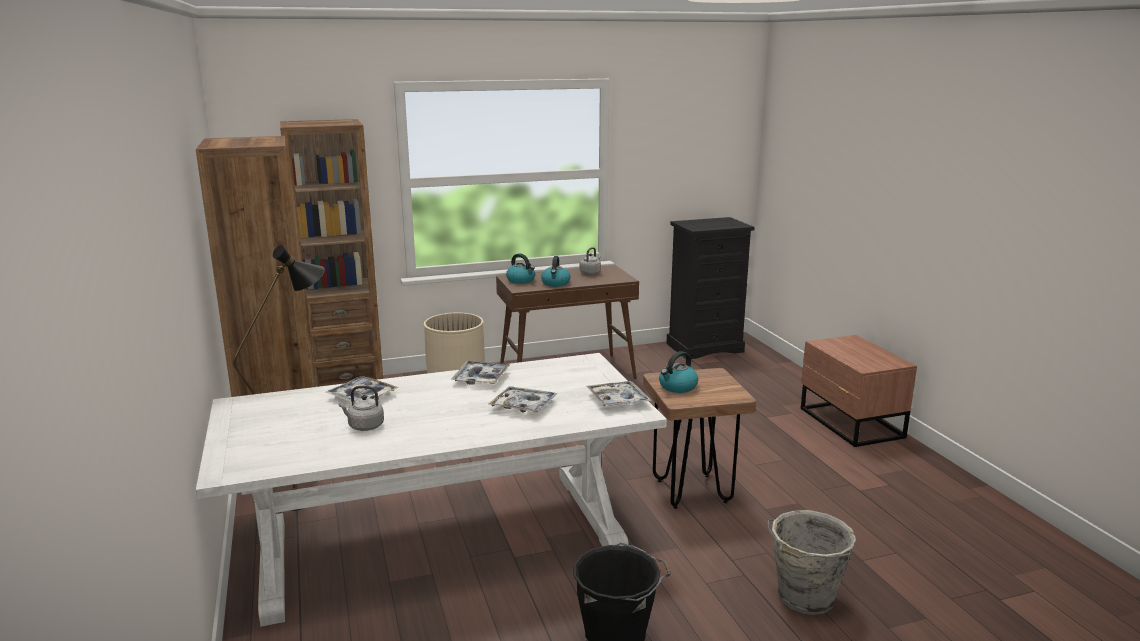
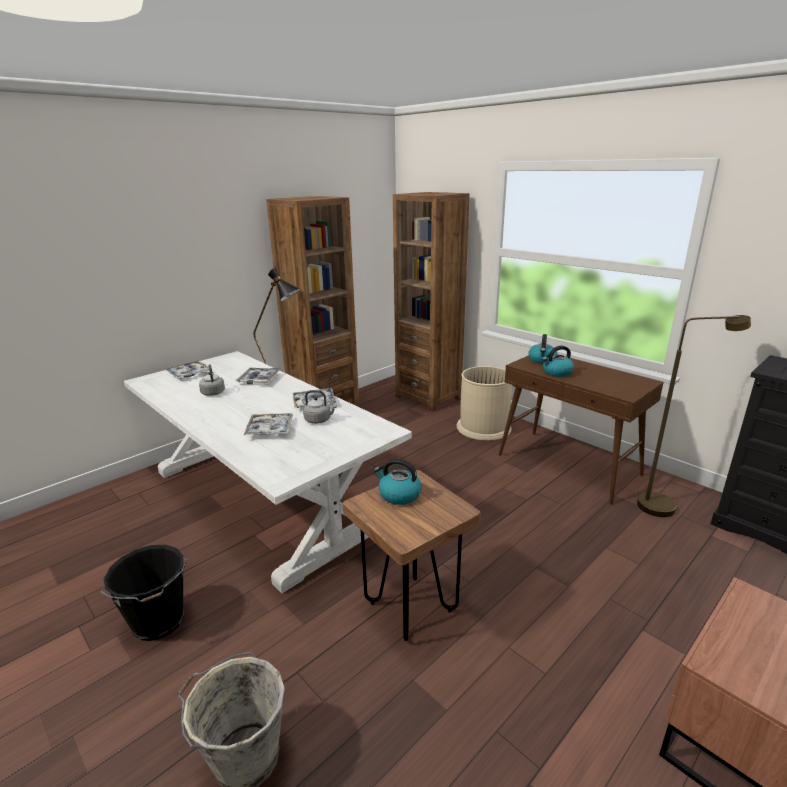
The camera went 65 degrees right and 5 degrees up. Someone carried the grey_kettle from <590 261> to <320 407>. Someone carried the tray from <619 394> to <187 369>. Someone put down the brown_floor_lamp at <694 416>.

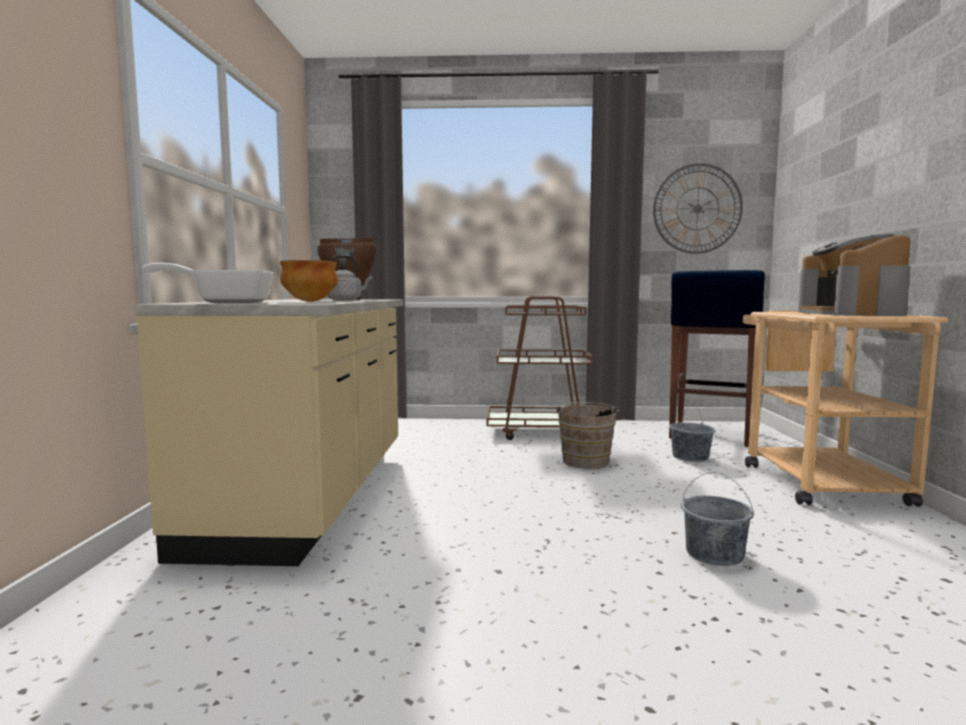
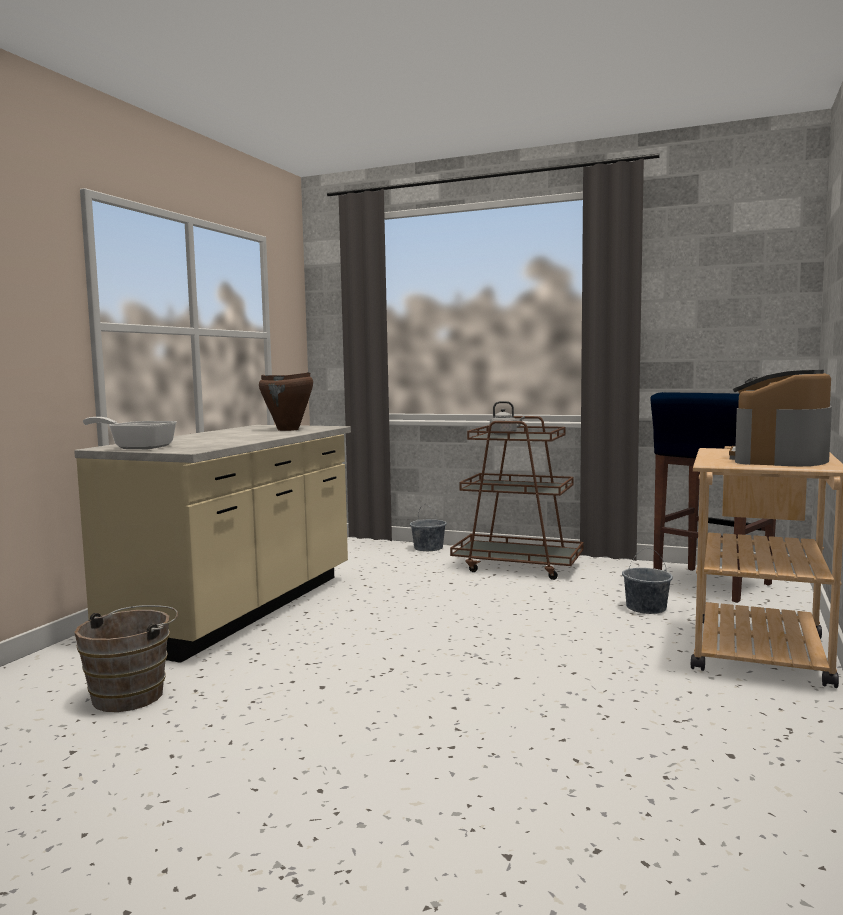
The camera went 20 degrees right and 0 degrees up. Someone took away the wall_clock at <698 208>. Someone carried the grey_kettle from <349 278> to <507 418>. Someone took away the bowl at <309 281>. Someone carried the brown_bucket from <587 435> to <126 658>. Someone carried the grey_bucket from <717 519> to <428 527>.

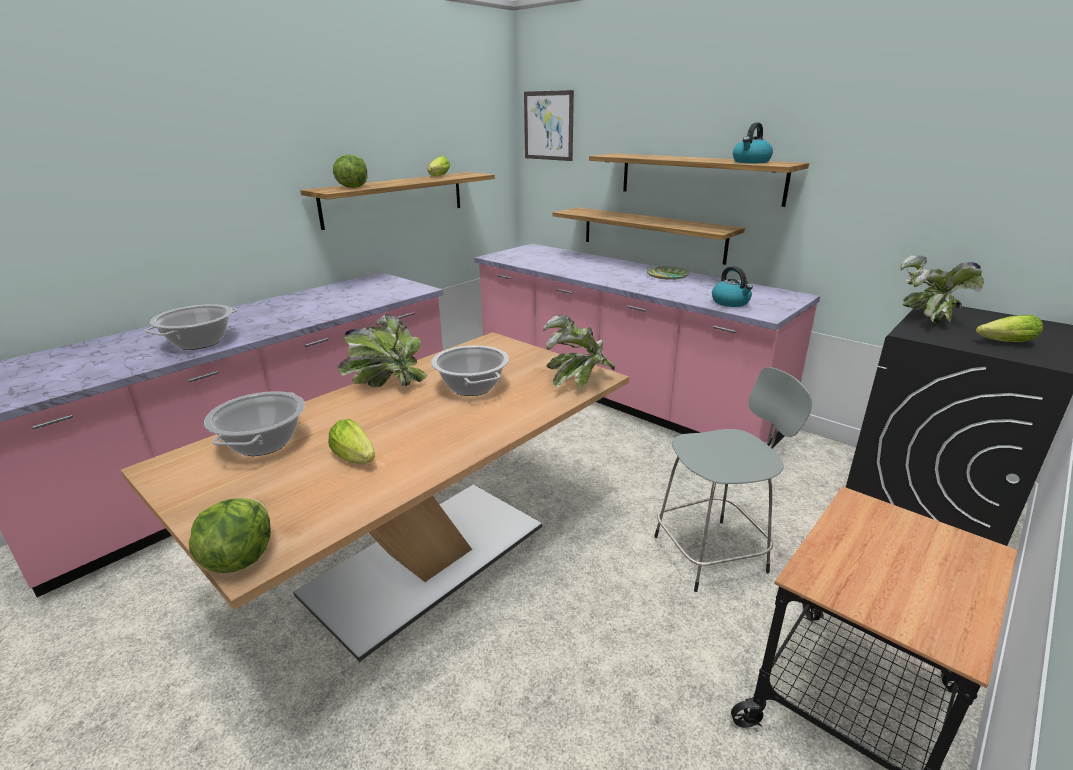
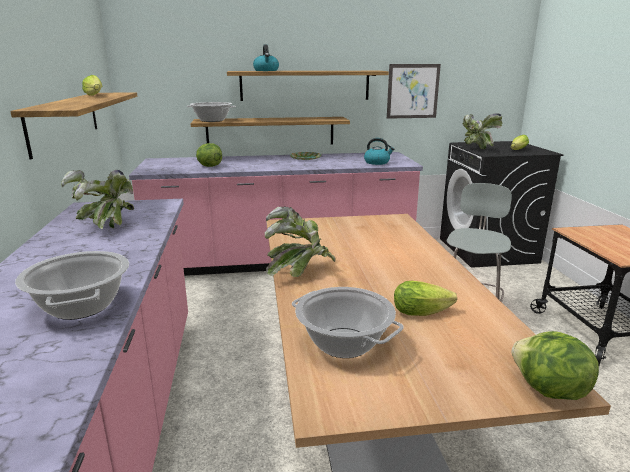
The camera went 50 degrees left and 5 degrees down. Someone carried the picture from <549 125> to <414 91>. Someone carried the kettle from <753 143> to <266 57>. Someone carried the lettuce from <350 171> to <209 155>. Someone carried the potted_plant from <579 351> to <97 199>. Someone carried the cooking_pot from <470 370> to <211 112>.

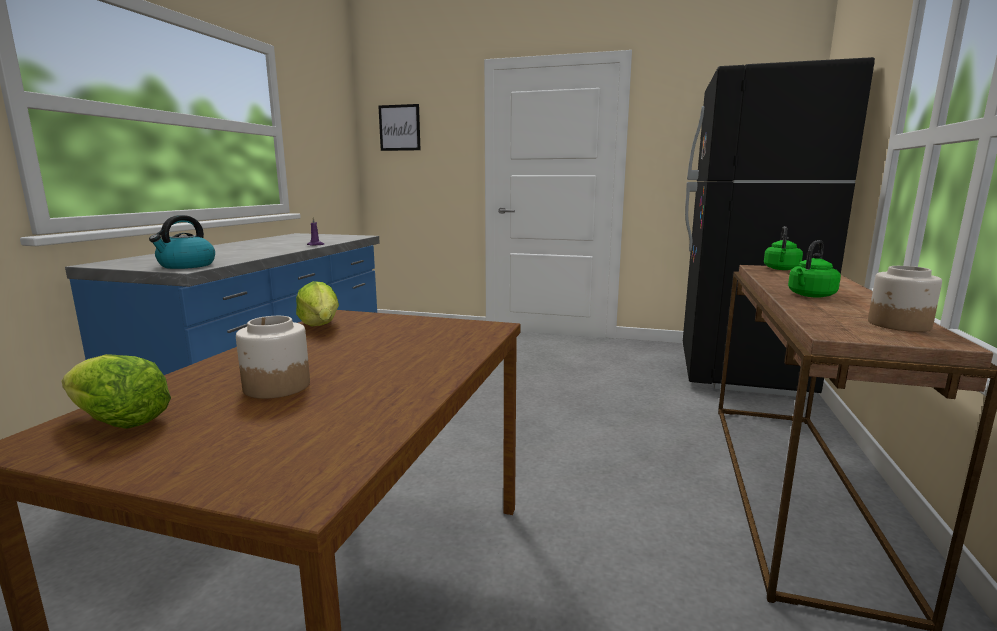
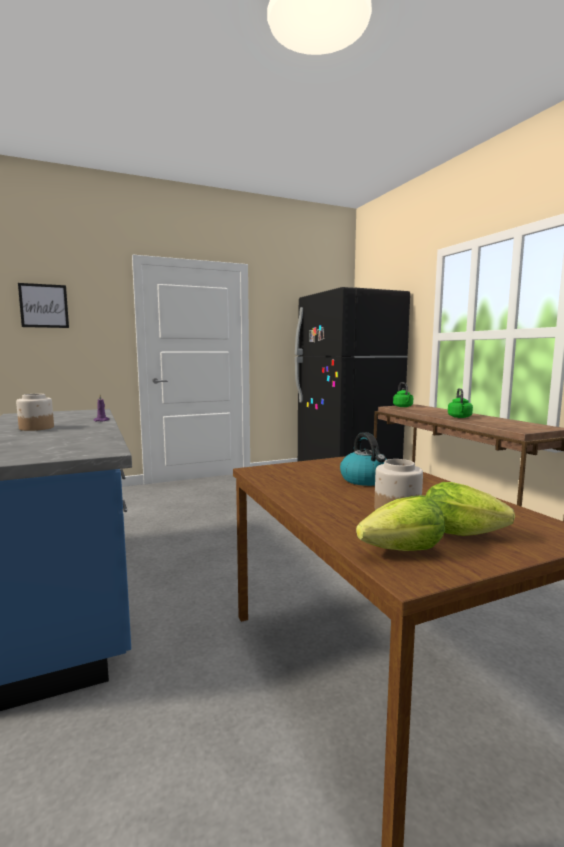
The camera went 40 degrees left and 5 degrees down. Someone carried the kettle from <182 242> to <363 459>. Someone carried the jar from <905 299> to <35 412>. Someone carried the lettuce from <317 303> to <470 509>.

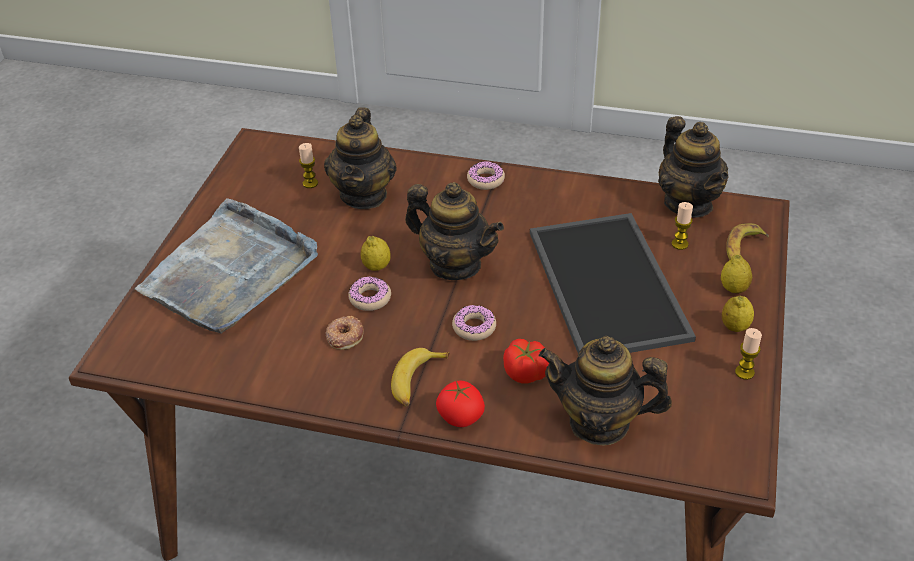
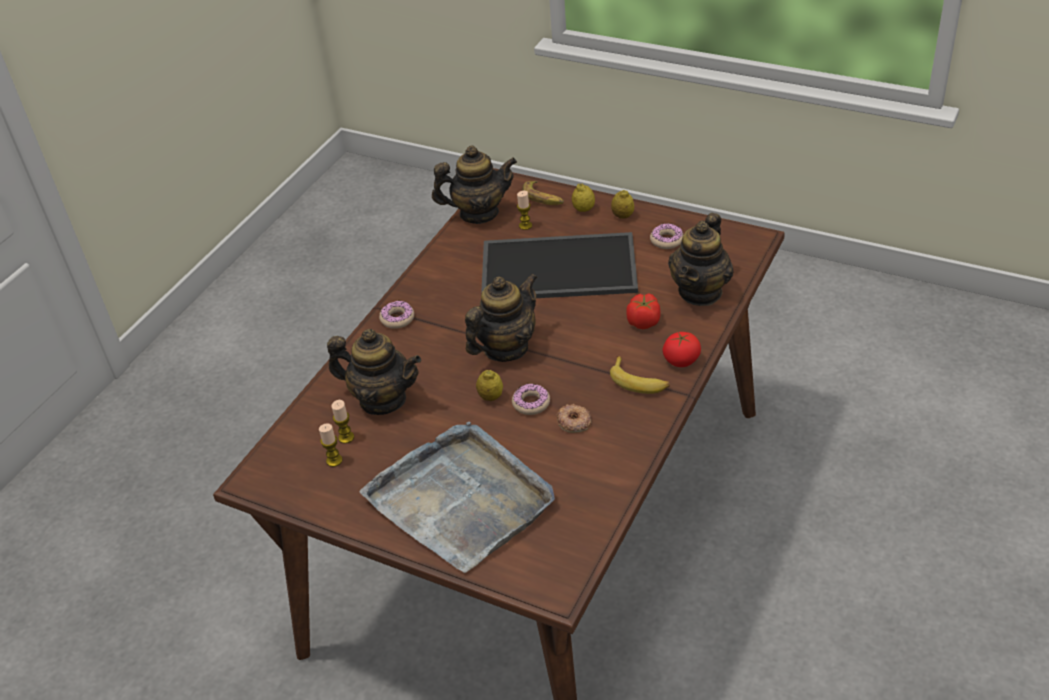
The camera went 75 degrees left and 0 degrees up. Someone carried the donut from <474 323> to <666 236>. Someone carried the candle from <748 354> to <330 445>.

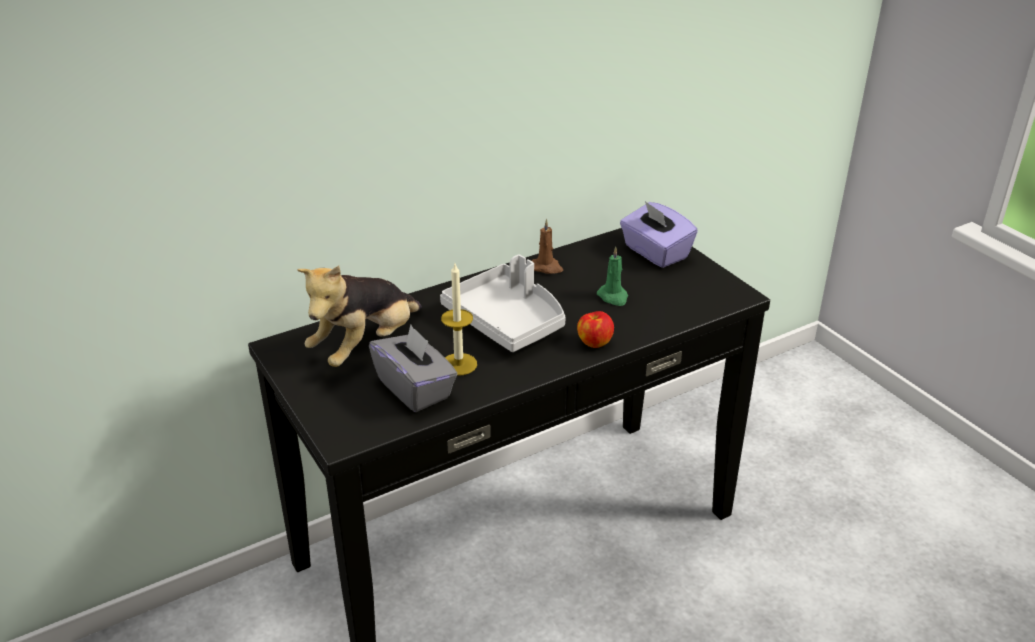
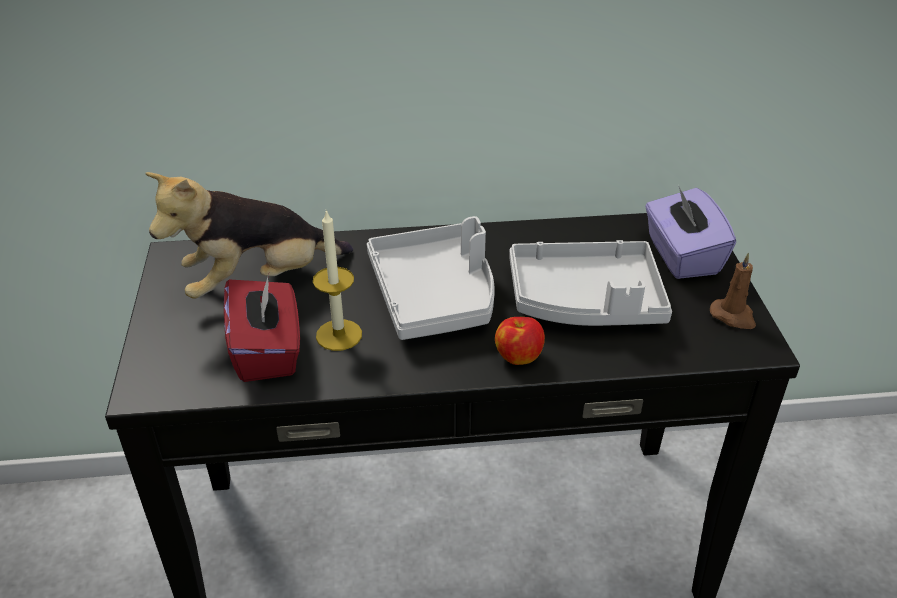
The camera went 25 degrees right and 5 degrees up. Someone carried the brown_candle from <547 246> to <733 290>. Someone swapped the green_candle at <612 276> for the grey_tray at <590 283>. Someone repainted the grey_tissue_box at <413 368>, which became the red_tissue_box at <262 328>.

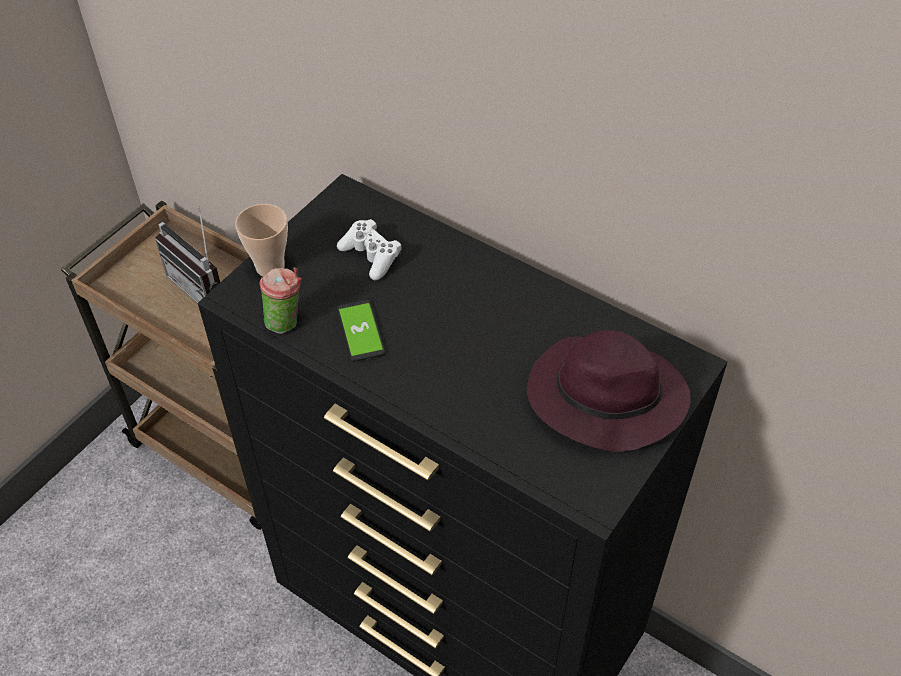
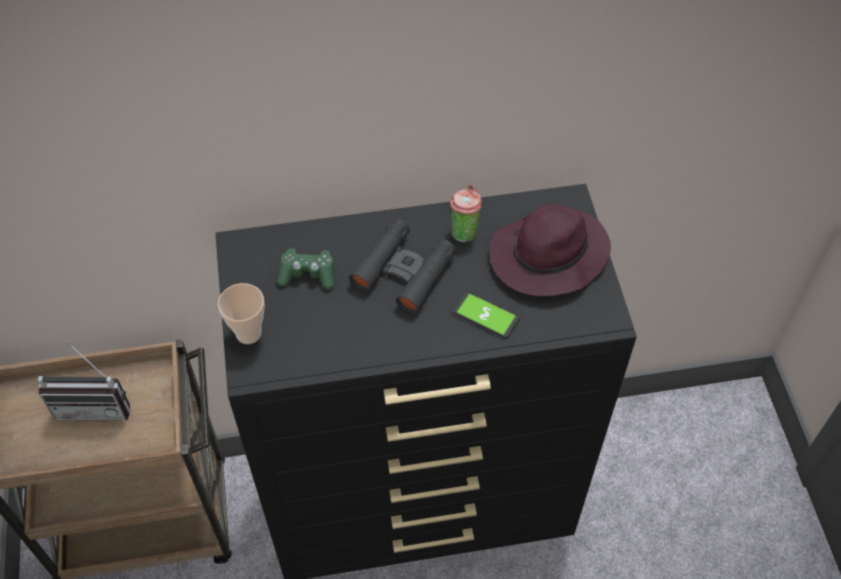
The camera went 45 degrees left and 5 degrees up. Someone repainted the white_game_controller at <369 249>, which became the green_game_controller at <306 269>. Someone carried the cup from <280 300> to <466 213>. Someone carried the phone from <361 331> to <486 315>. Someone put down the black_binoculars at <402 266>.

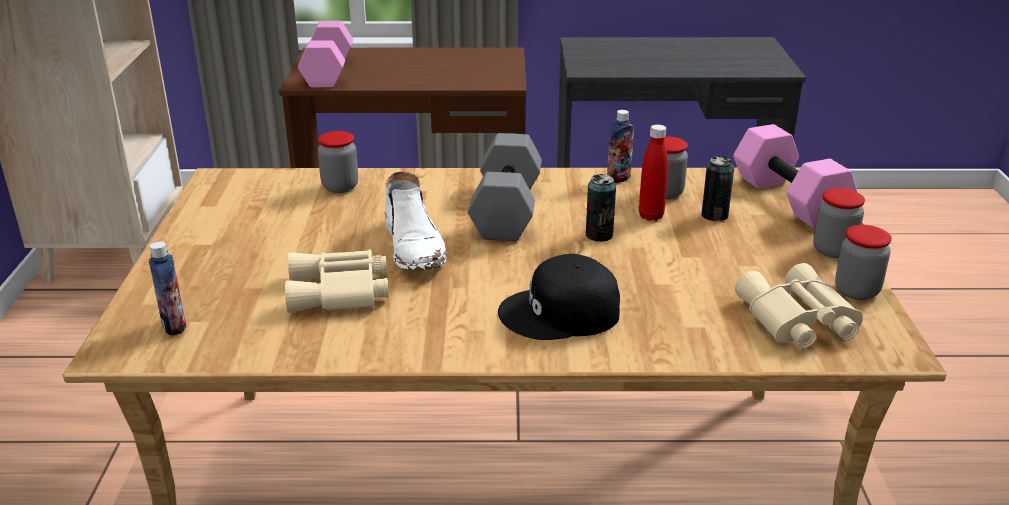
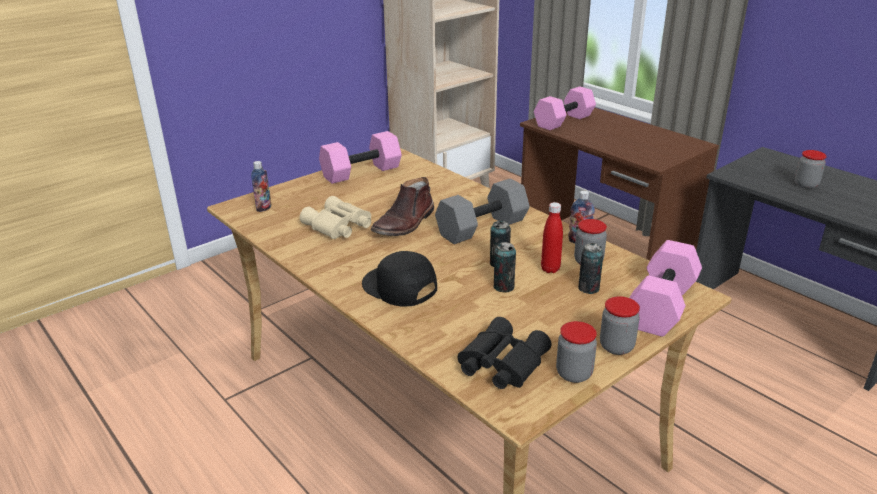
The camera went 50 degrees right and 0 degrees up. Someone carried the jar from <338 162> to <811 169>. Someone repainted the white_boot at <416 221>, which became the brown_boot at <402 206>. Someone repainted the beige_binoculars at <799 305>, which became the black_binoculars at <505 353>. Someone put down the pink_dumbbell at <360 157>. Someone put down the can at <504 267>.

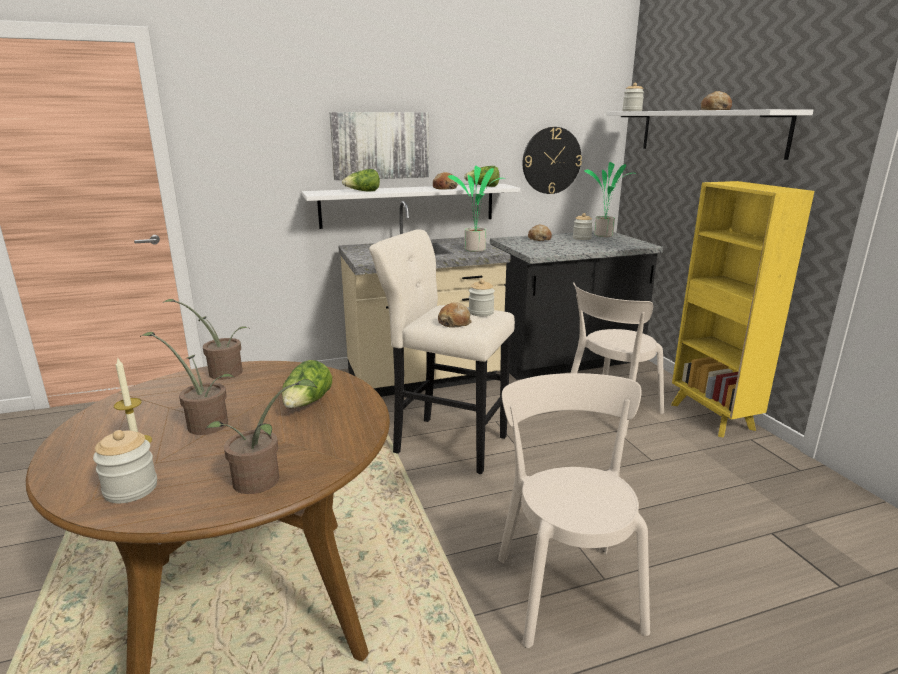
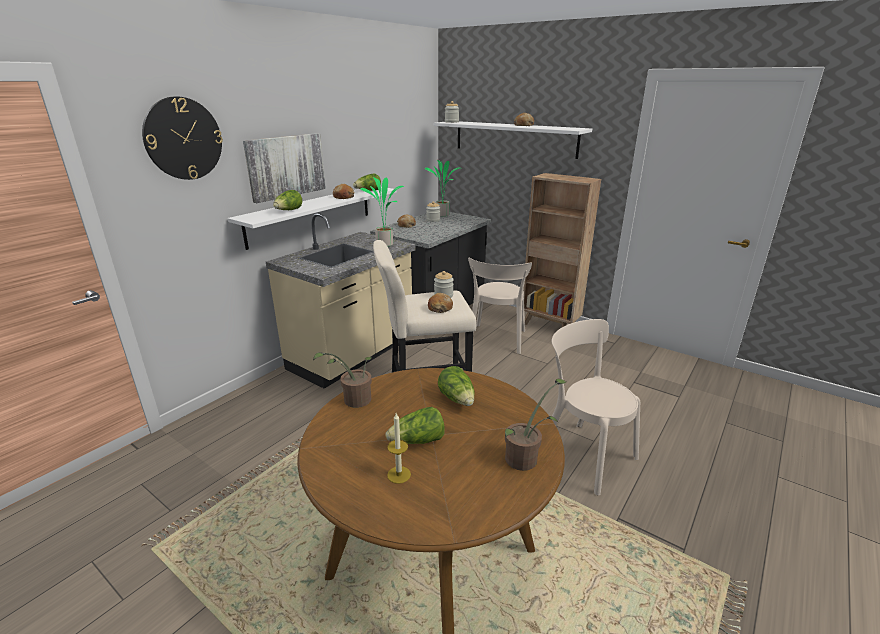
The camera went 35 degrees left and 5 degrees up. Someone carried the wall_clock from <552 160> to <182 138>. Someone repainted the yellow_bookcase at <742 309>, which became the brown_bookcase at <562 250>. Someone swapped the potted_plant at <187 383> for the lettuce at <415 425>. Someone took away the jar at <125 466>.

